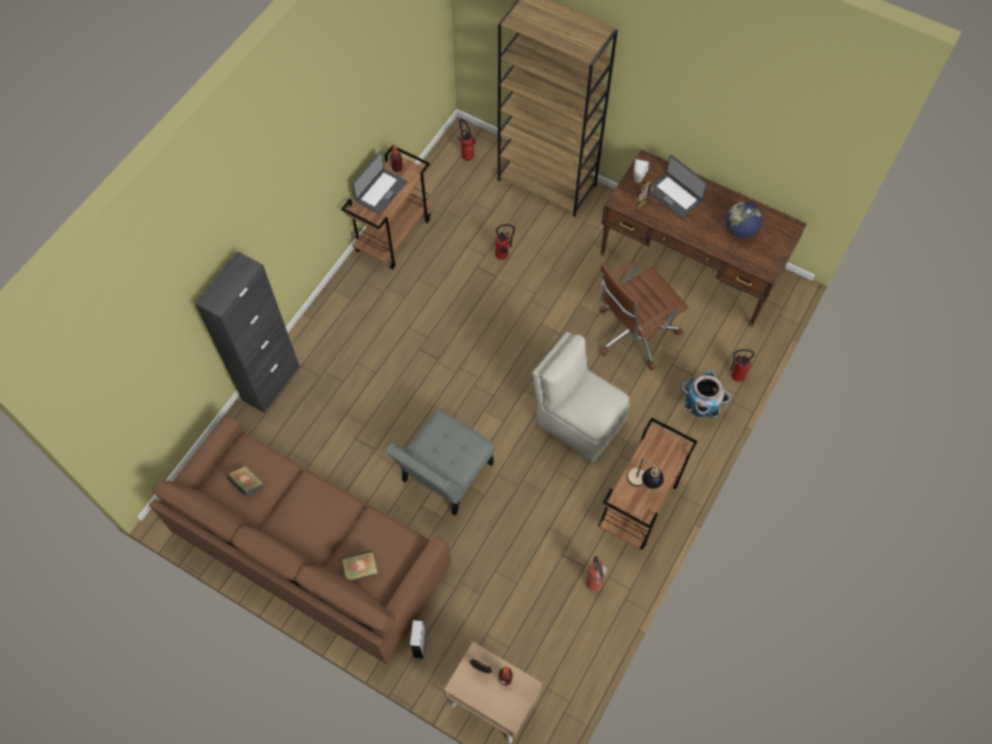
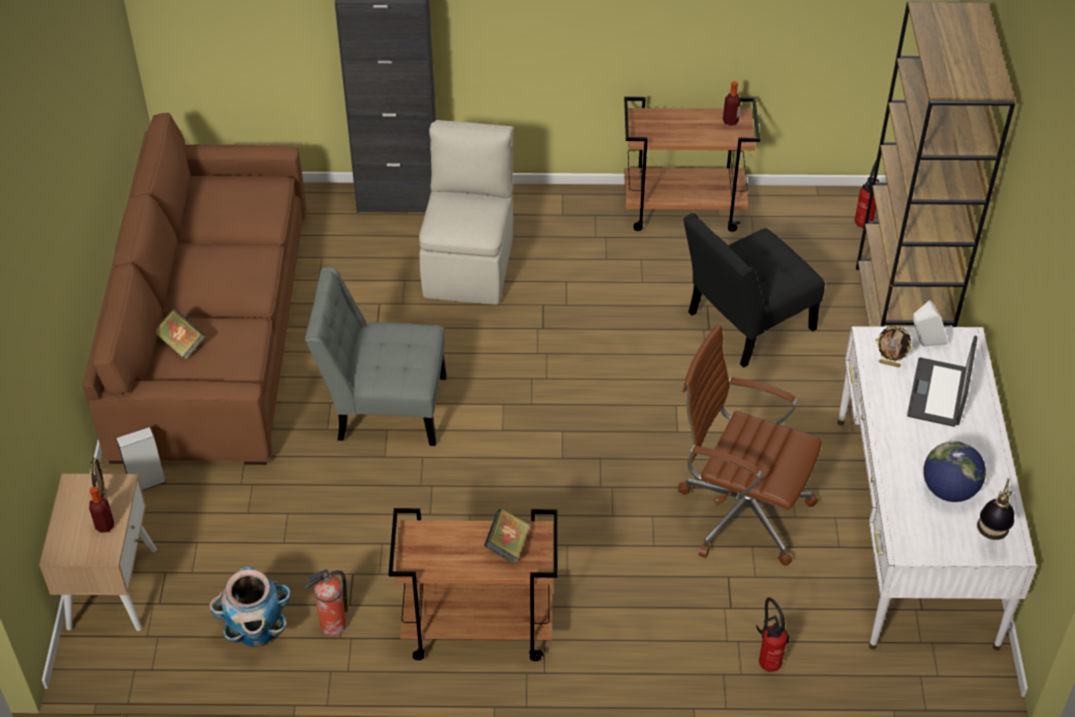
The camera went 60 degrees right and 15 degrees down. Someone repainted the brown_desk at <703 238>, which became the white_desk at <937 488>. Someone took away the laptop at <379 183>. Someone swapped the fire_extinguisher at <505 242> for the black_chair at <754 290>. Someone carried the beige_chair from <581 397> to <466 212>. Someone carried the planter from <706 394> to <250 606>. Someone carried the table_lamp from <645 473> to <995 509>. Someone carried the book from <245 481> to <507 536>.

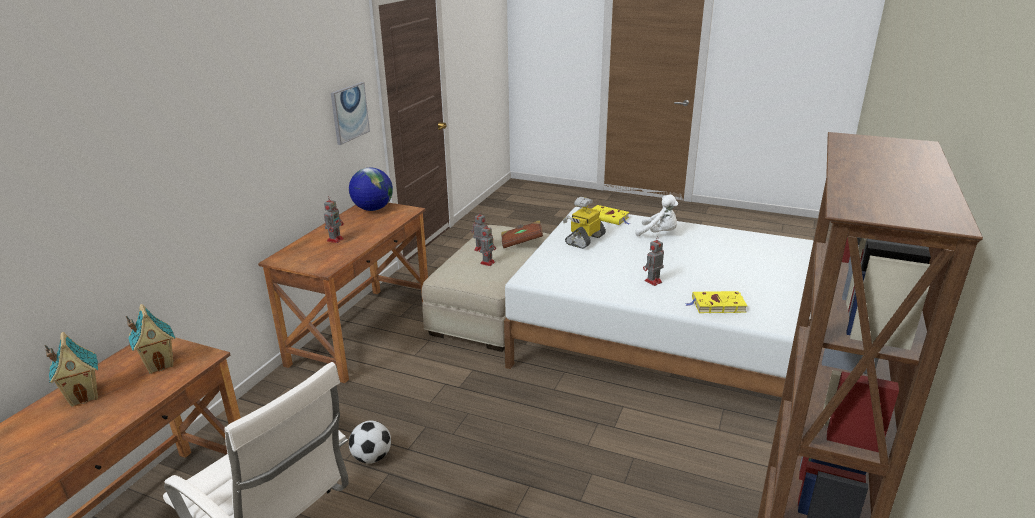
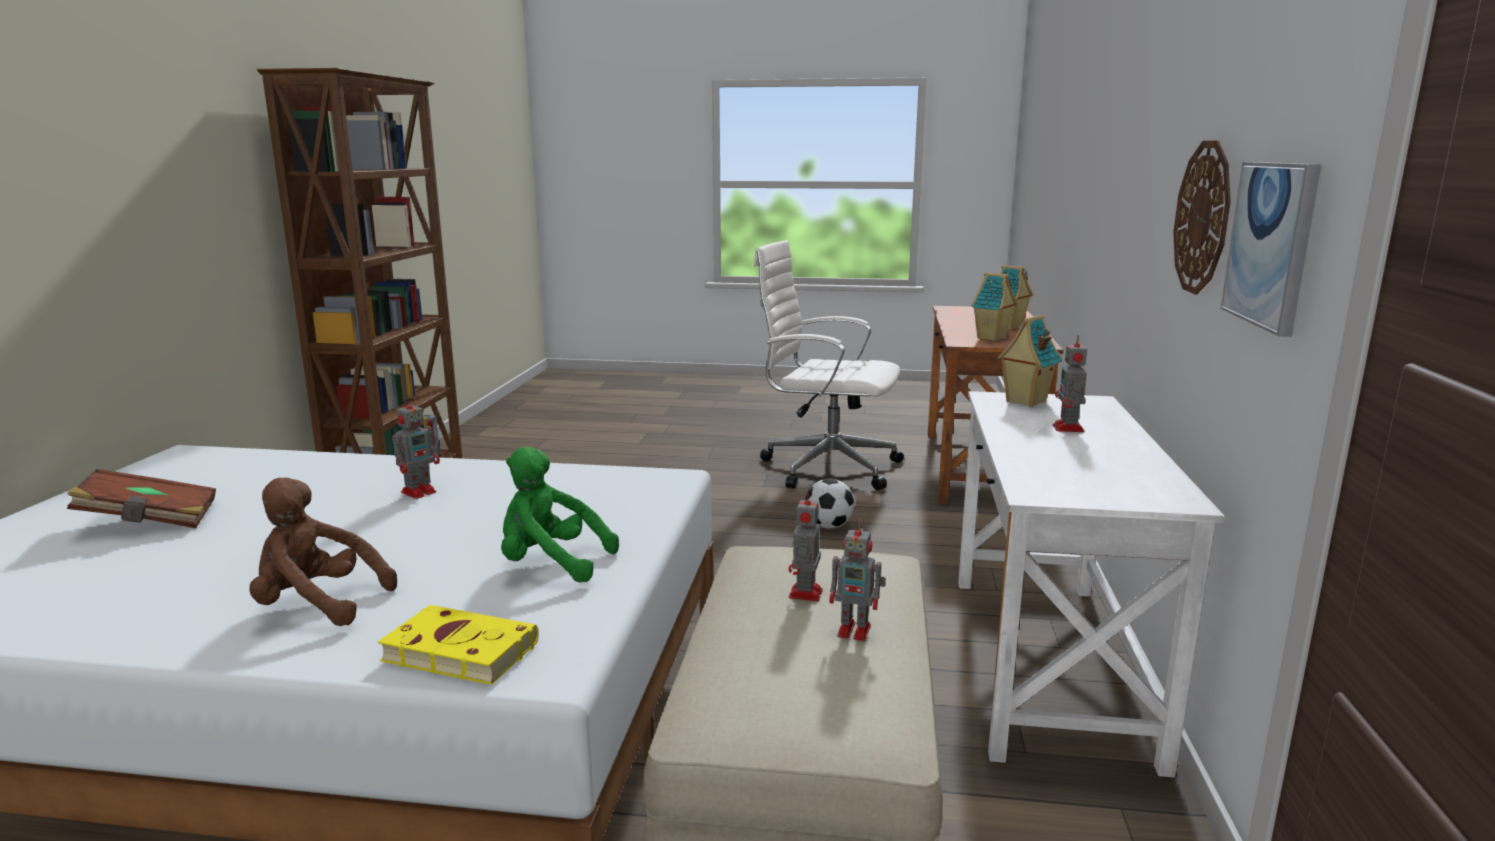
The camera went 165 degrees right and 10 degrees down. Someone took away the globe at <371 189>. Someone repainted the white_plush_toy at <656 215>, which became the brown_plush_toy at <323 552>. Someone swapped the toy_robot at <584 223> for the green_plush_toy at <560 514>. Someone repainted the brown_desk at <343 293>, which became the white_desk at <1091 584>. Someone carried the brown_book from <522 234> to <141 498>. Someone took away the yellow_book at <716 302>. Someone put up the wall_clock at <1202 218>. Someone put down the toy_house at <1029 361>.

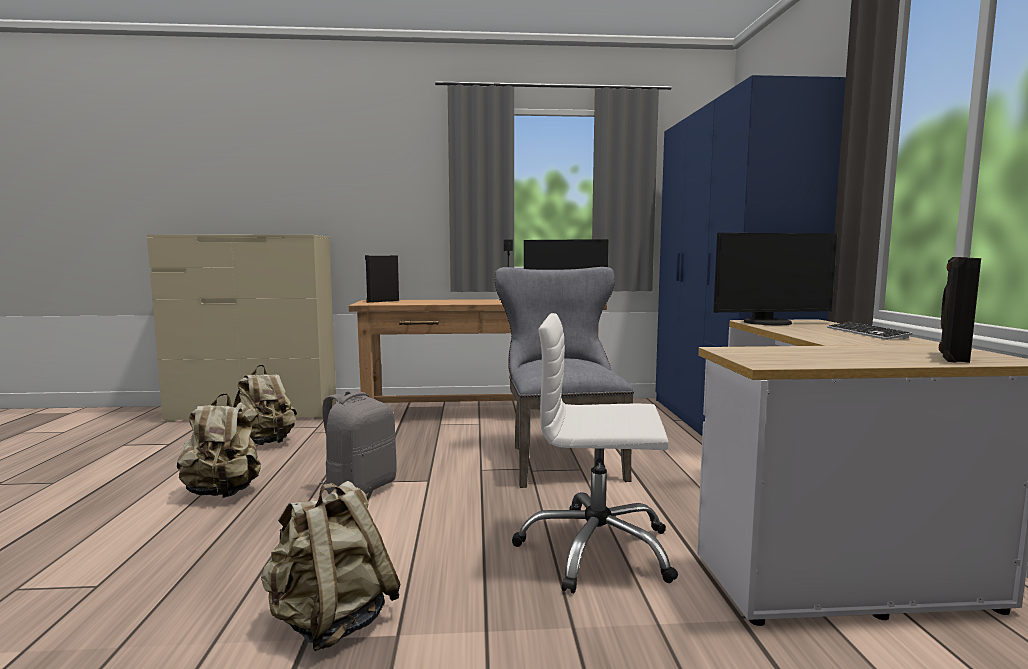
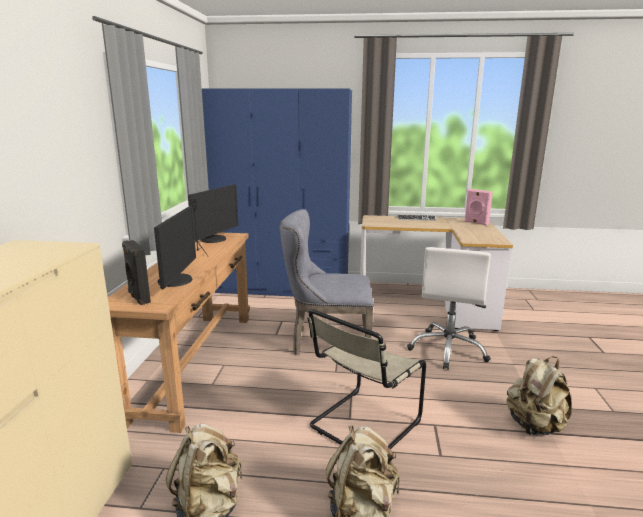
The camera went 80 degrees left and 10 degrees up. Someone carried the monitor from <775 279> to <175 248>. Someone repainted the black_speaker at <960 310>, which became the pink_speaker at <478 207>. Someone swapped the grey_backpack at <358 442> for the beige_chair at <367 379>.

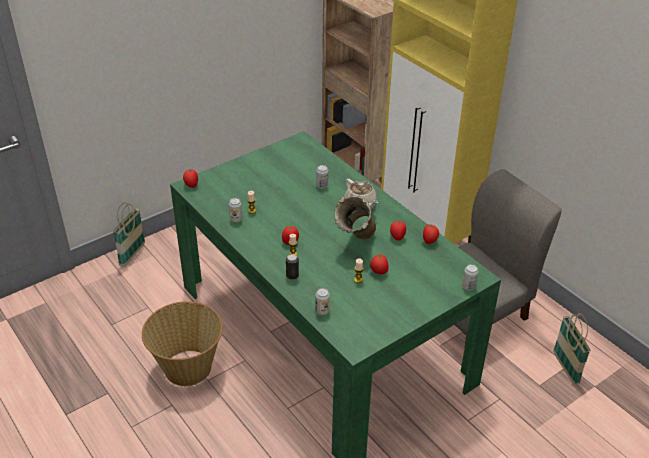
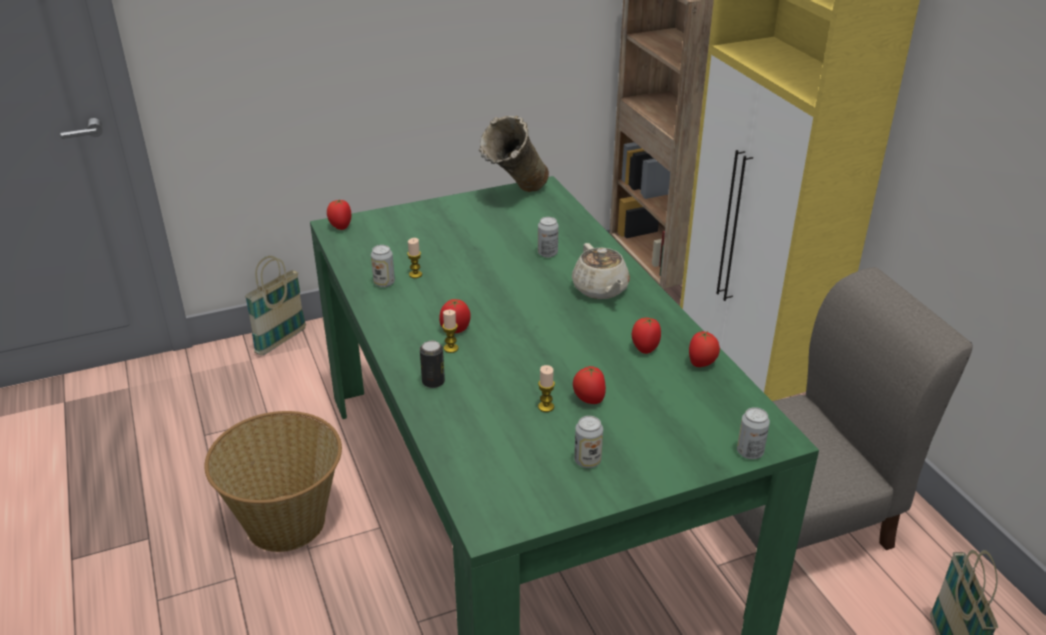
The camera went 15 degrees right and 5 degrees down. Someone carried the beige_vase from <355 217> to <514 154>. Someone carried the can from <322 301> to <588 442>.

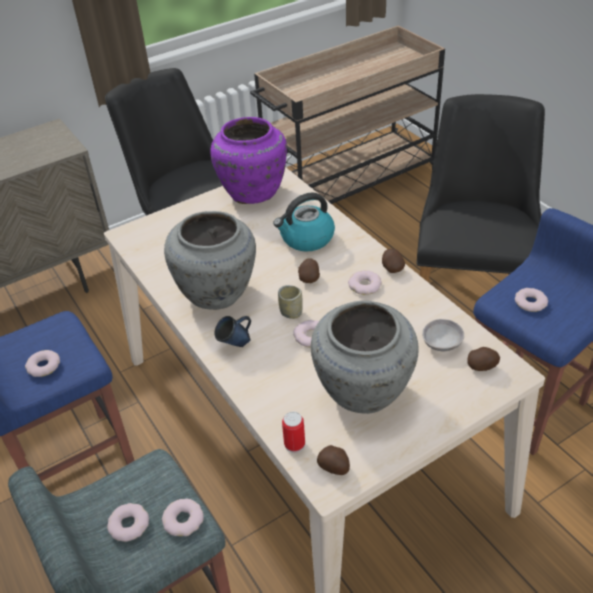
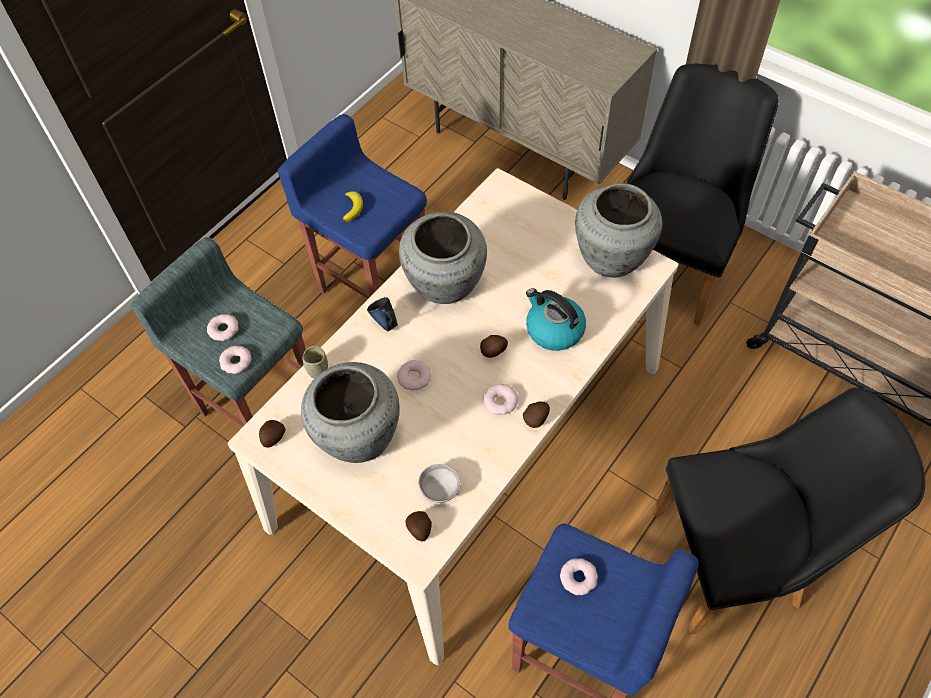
The camera went 70 degrees right and 15 degrees up. Someone repainted the purple_vase at <248 160>, which became the grey_vase at <618 230>. Someone carried the cup from <290 302> to <315 362>. Someone swapped the donut at <42 363> for the banana at <353 206>. Someone took away the can at <293 432>.

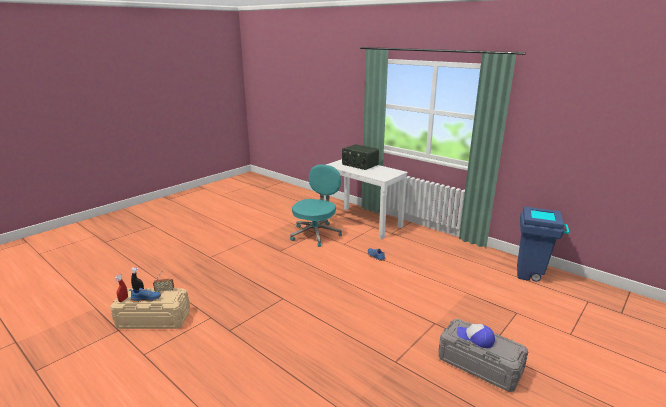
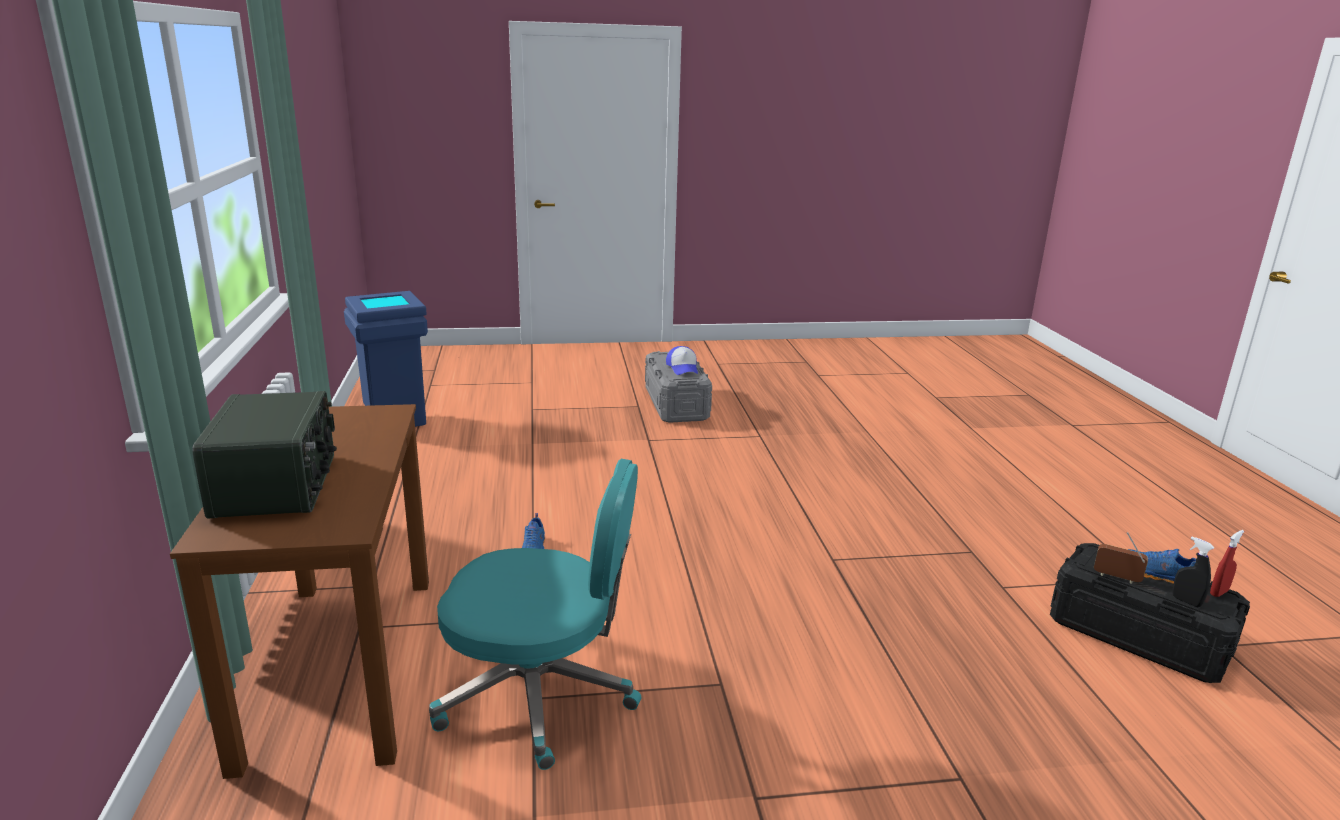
The camera went 140 degrees left and 0 degrees up. Someone repainted the white_desk at <366 199>, which became the brown_desk at <299 591>. Someone rotated the turquoise_office_chair at <316 205> by 150 degrees counterclockwise. Someone repainted the beige_storage_box at <150 308>, which became the black_storage_box at <1150 613>.

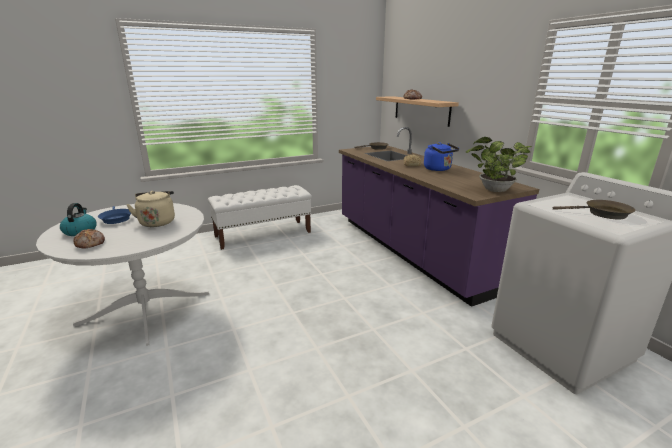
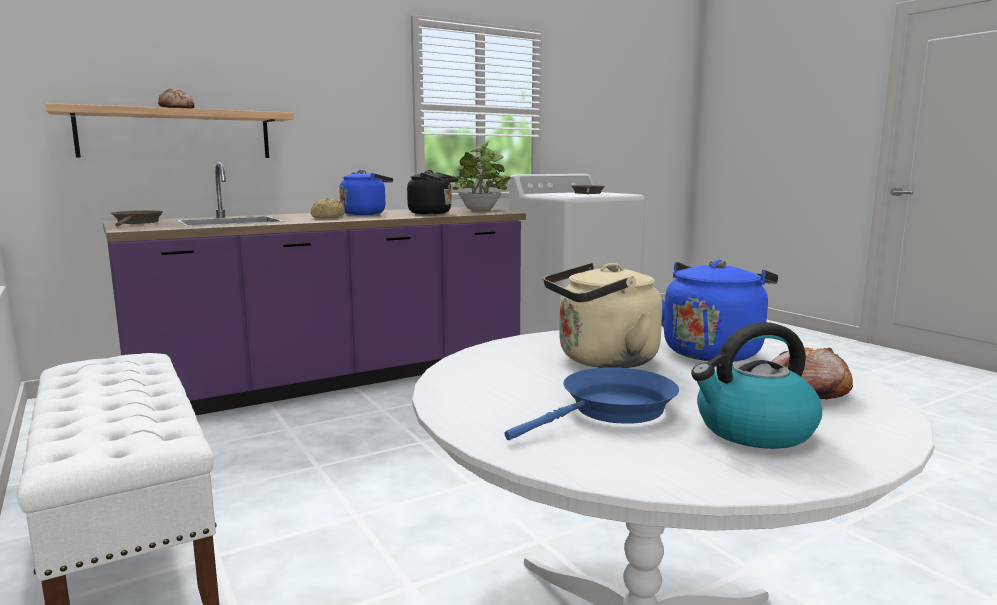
The camera went 95 degrees left and 10 degrees down. Someone put down the black_kettle at <432 192>. Someone put down the blue_kettle at <720 311>.

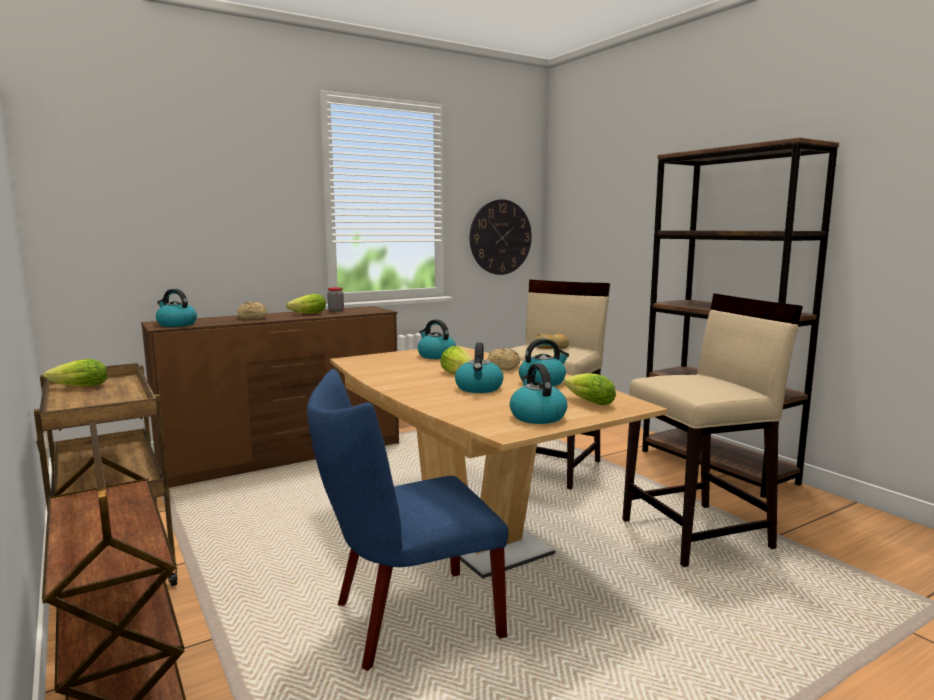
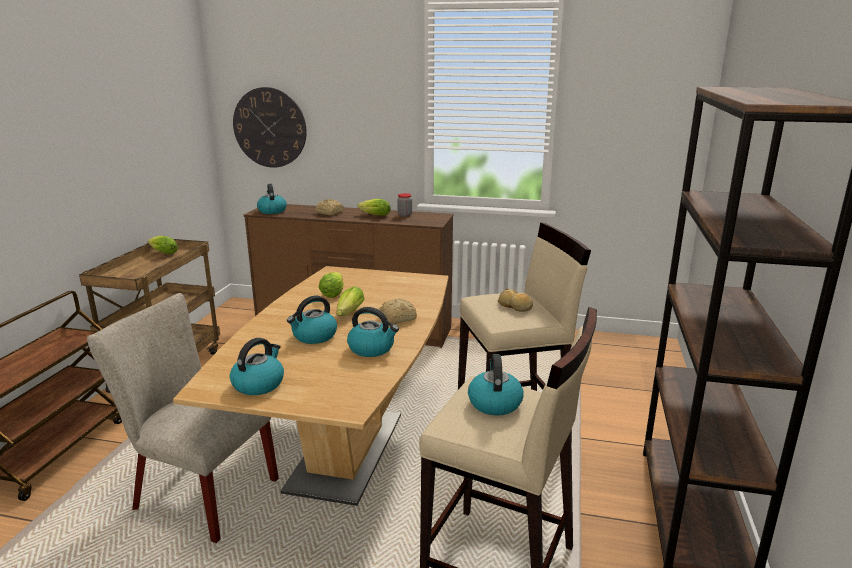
The camera went 45 degrees right and 10 degrees up. Someone carried the wall_clock from <501 237> to <270 127>. Someone carried the kettle from <437 339> to <496 384>. Someone repainted the blue_chair at <407 520>, which became the beige_chair at <183 418>. Someone carried the lettuce from <590 389> to <331 285>.

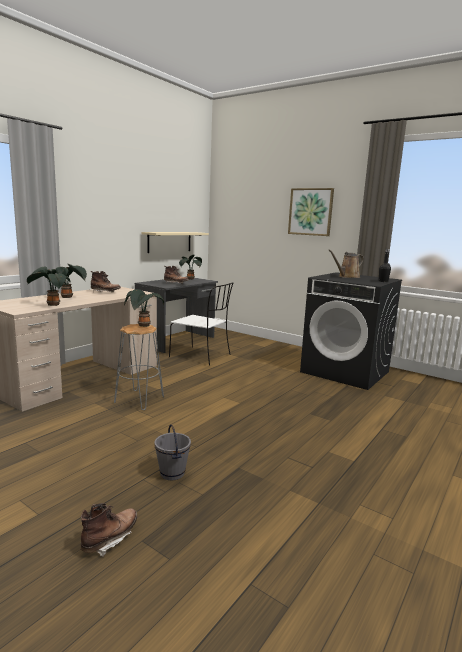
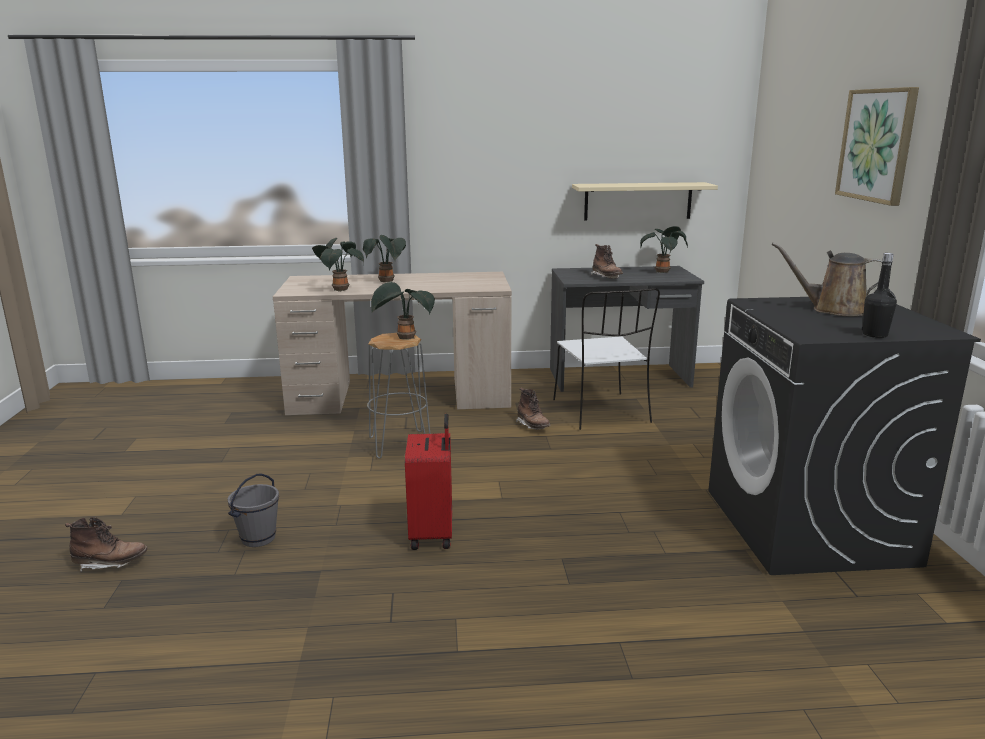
The camera went 50 degrees right and 5 degrees up. Someone carried the brown_boot from <106 282> to <533 409>. Someone put down the red_suitcase at <428 482>.

